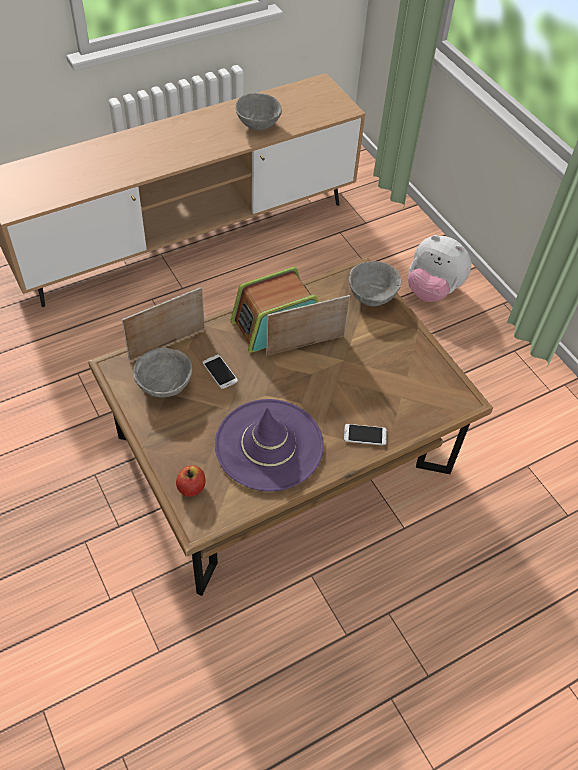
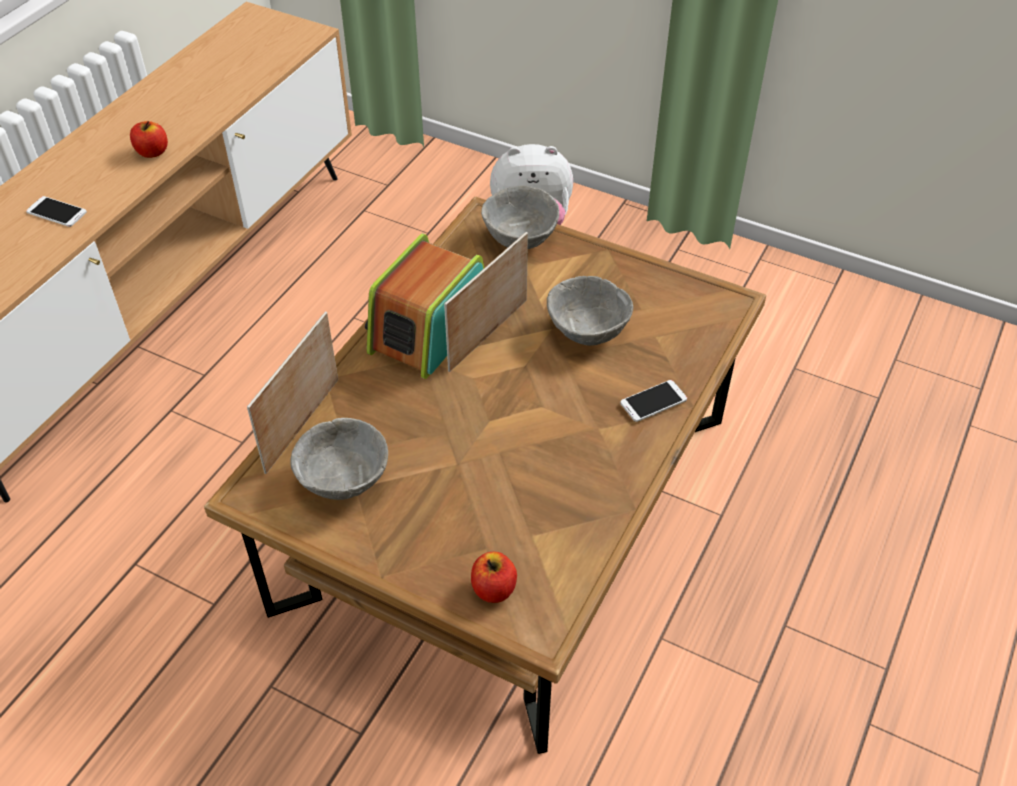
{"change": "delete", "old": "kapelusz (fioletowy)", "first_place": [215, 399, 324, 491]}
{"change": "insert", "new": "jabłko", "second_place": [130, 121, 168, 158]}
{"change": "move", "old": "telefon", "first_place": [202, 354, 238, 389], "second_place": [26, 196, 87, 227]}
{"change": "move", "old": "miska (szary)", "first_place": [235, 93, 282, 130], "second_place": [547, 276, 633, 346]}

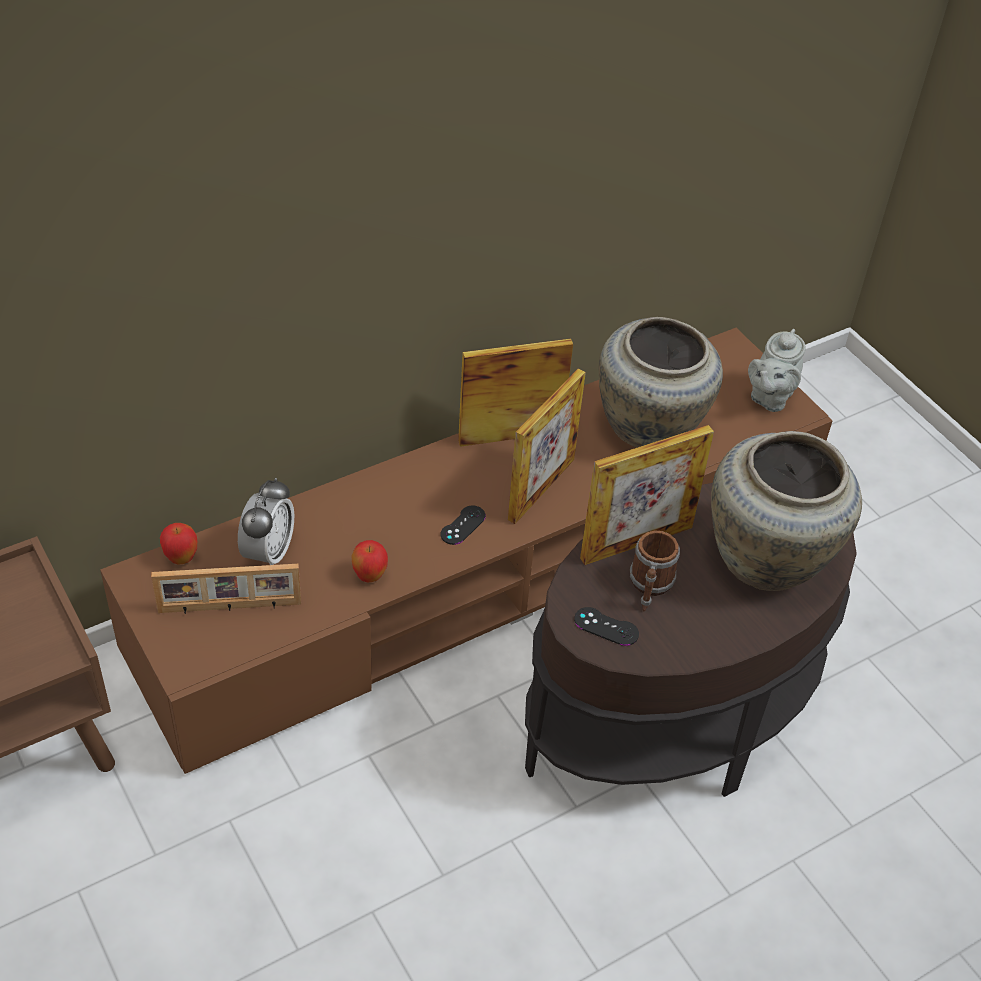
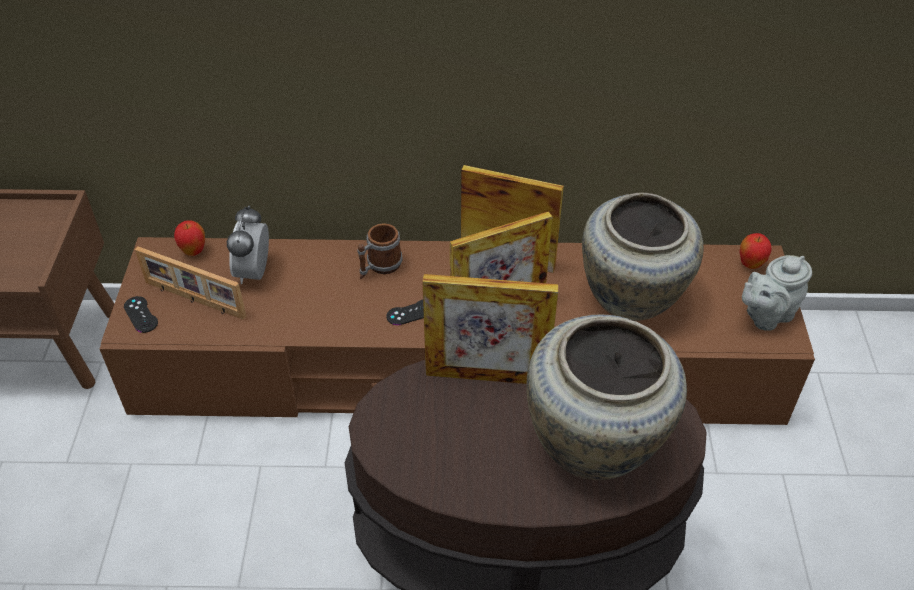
{"change": "move", "old": "jabłko", "first_place": [351, 540, 388, 583], "second_place": [739, 233, 772, 269]}
{"change": "move", "old": "pad do gier (czarny)", "first_place": [574, 607, 639, 646], "second_place": [124, 296, 158, 333]}
{"change": "move", "old": "kubek", "first_place": [630, 531, 680, 612], "second_place": [357, 223, 403, 279]}
{"change": "rotate", "old": "budzik", "first_place": [238, 478, 294, 565], "second_place": [227, 206, 269, 284], "degrees": 135}

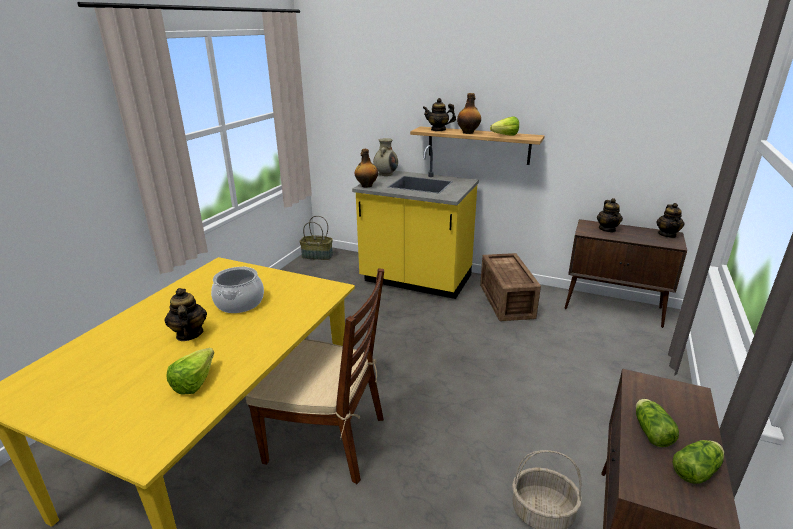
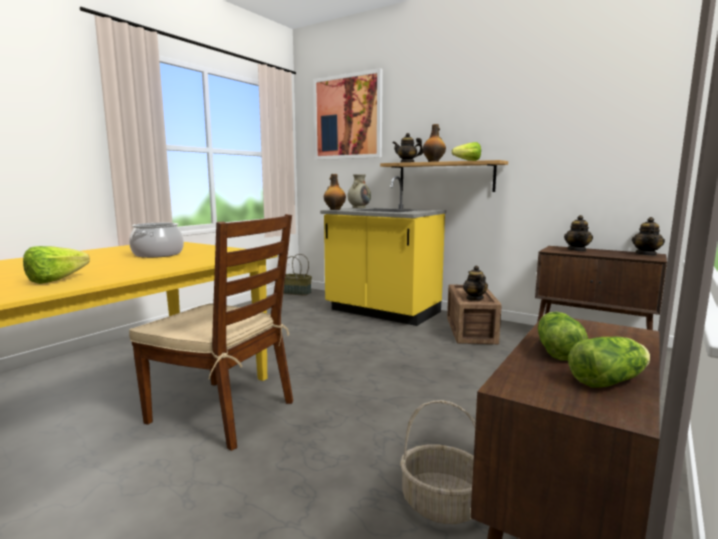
{"change": "insert", "new": "obraz", "second_place": [313, 68, 383, 160]}
{"change": "move", "old": "imbryk", "first_place": [164, 288, 207, 341], "second_place": [463, 266, 488, 301]}

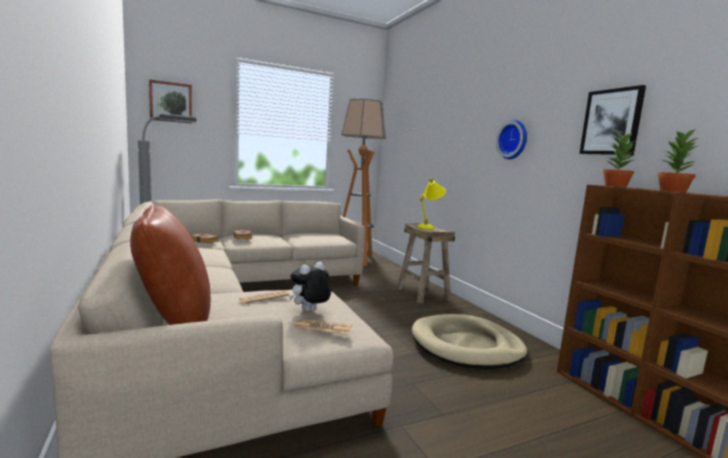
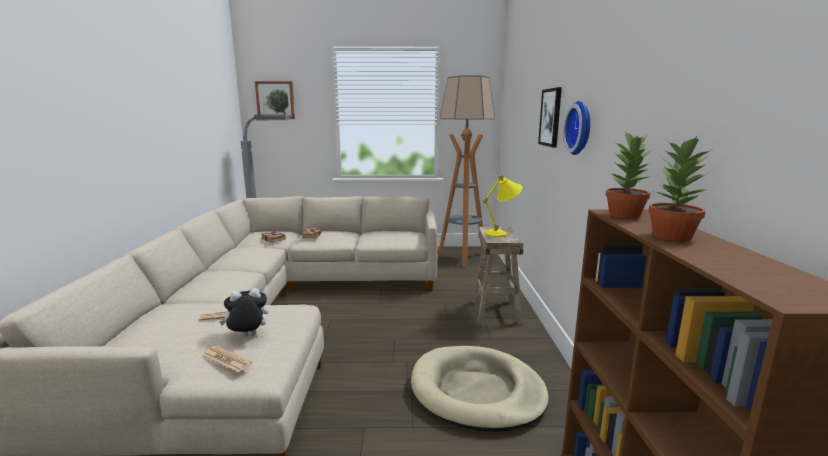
{"change": "delete", "old": "poduszka (brązowy)", "first_place": [130, 205, 211, 325]}
{"change": "move", "old": "obraz", "first_place": [579, 85, 646, 155], "second_place": [538, 87, 562, 147]}

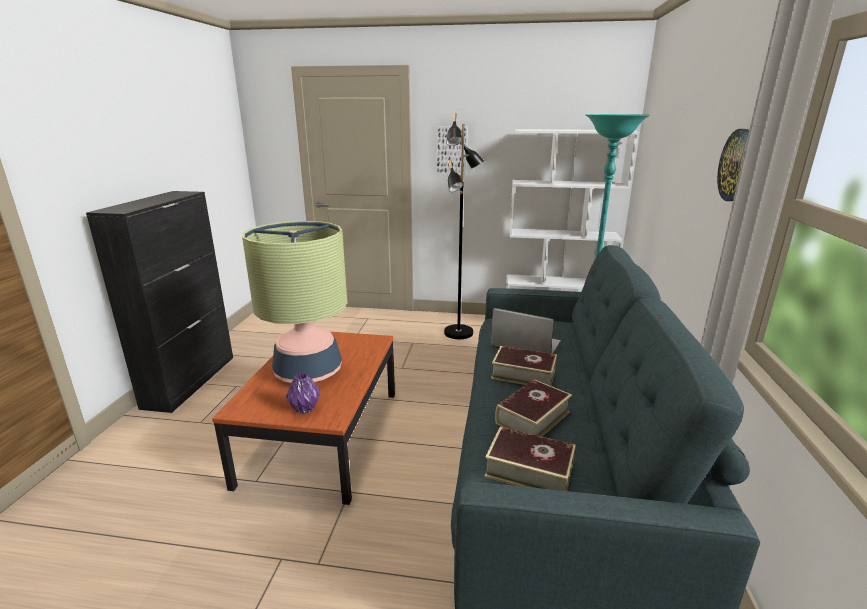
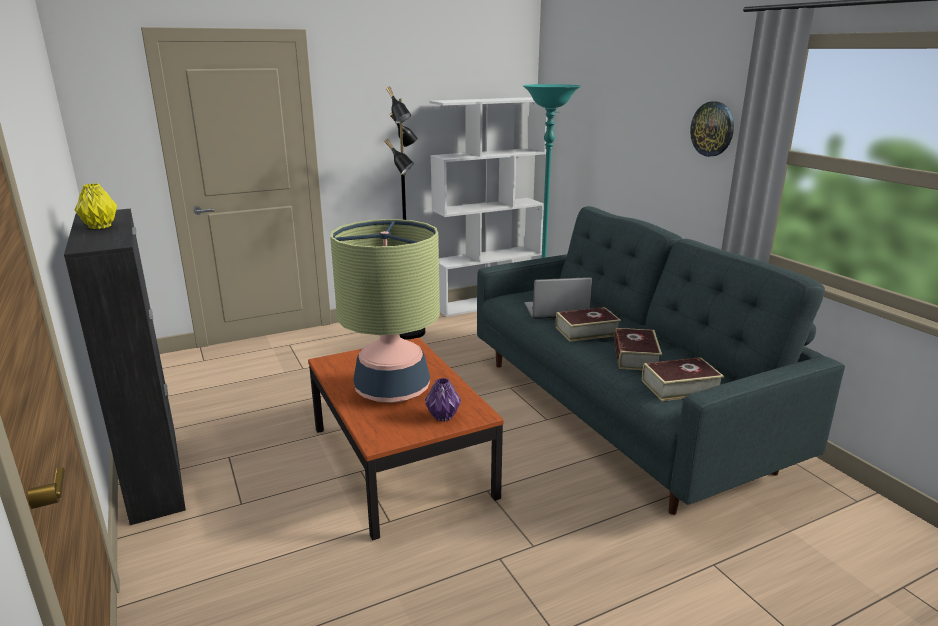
{"change": "delete", "old": "obraz", "first_place": [436, 127, 468, 175]}
{"change": "insert", "new": "wazon (żółty)", "second_place": [75, 183, 117, 229]}

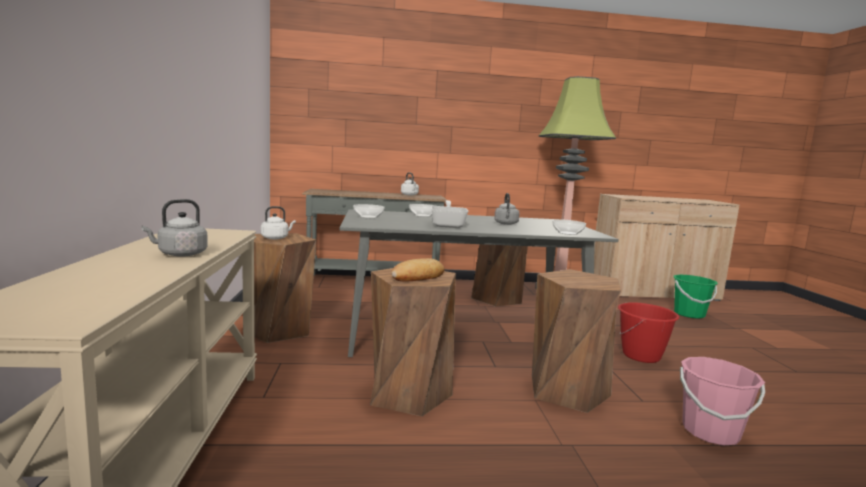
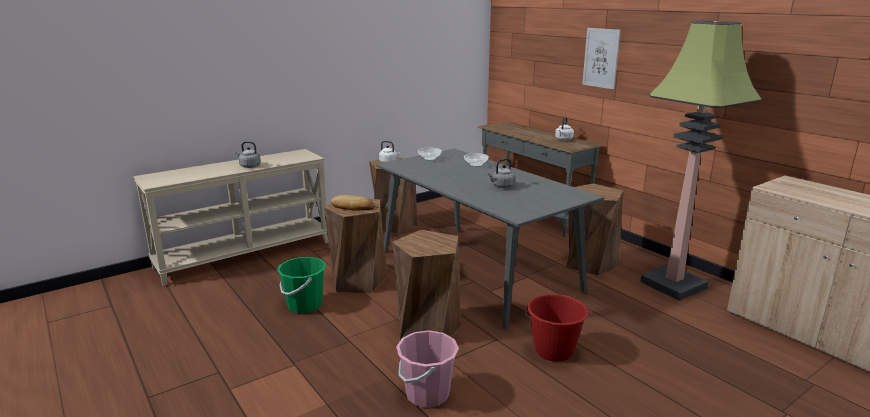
{"change": "delete", "old": "patelnia", "first_place": [431, 200, 469, 228]}
{"change": "delete", "old": "miska", "first_place": [552, 219, 586, 235]}
{"change": "insert", "new": "obraz", "second_place": [582, 28, 621, 89]}
{"change": "move", "old": "wiadro (zielony)", "first_place": [674, 275, 718, 319], "second_place": [277, 257, 326, 314]}

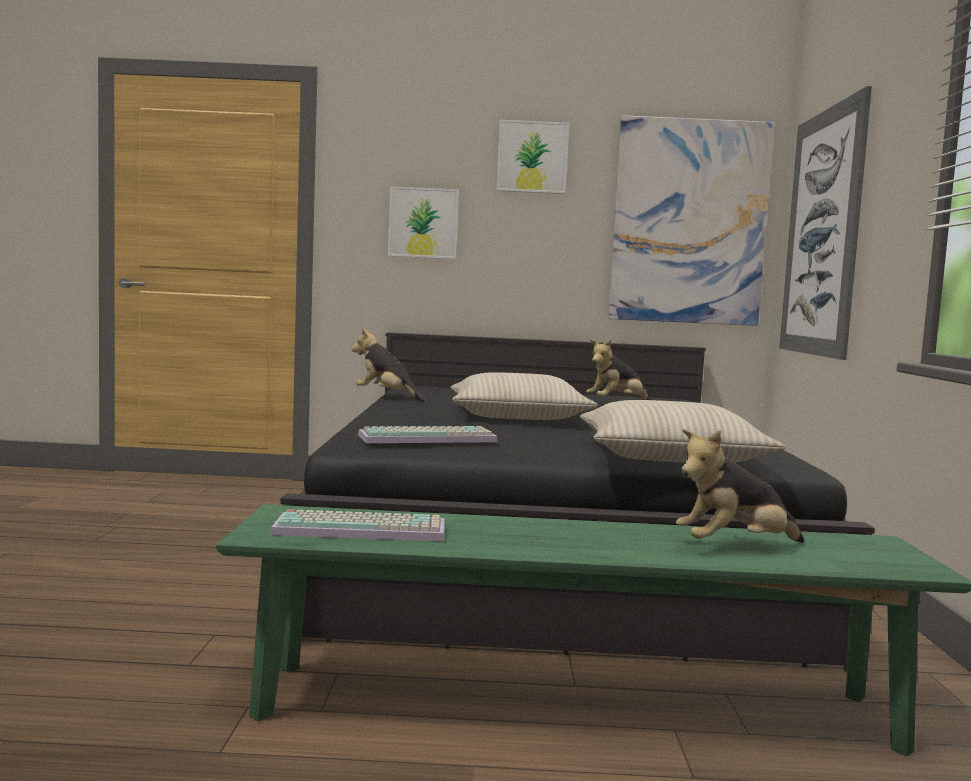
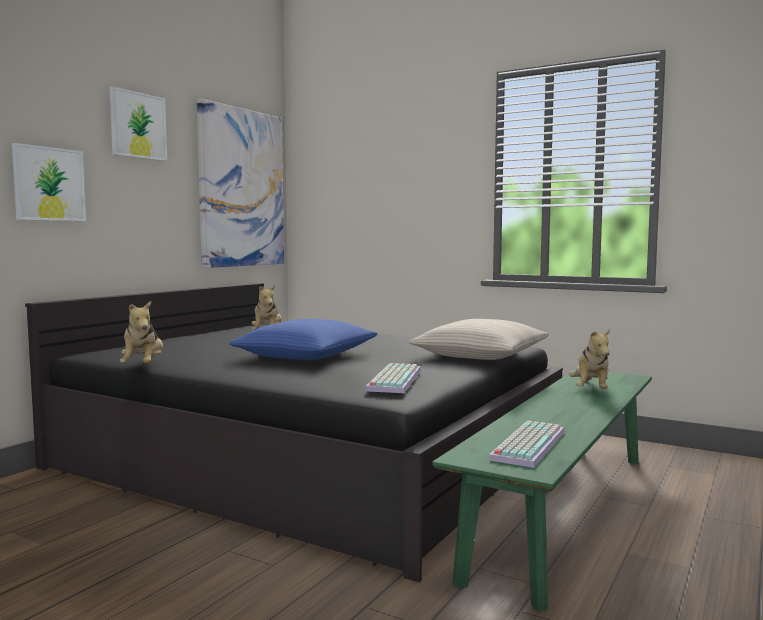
{"change": "delete", "old": "obraz", "first_place": [779, 86, 872, 360]}
{"change": "recolor", "old": "poduszka (beżowy)", "new": "poduszka (niebieski)", "first_place": [451, 372, 598, 420], "second_place": [229, 319, 378, 360]}
{"change": "rotate", "old": "pluszak", "first_place": [351, 328, 426, 402], "second_place": [120, 301, 163, 363], "degrees": -75}

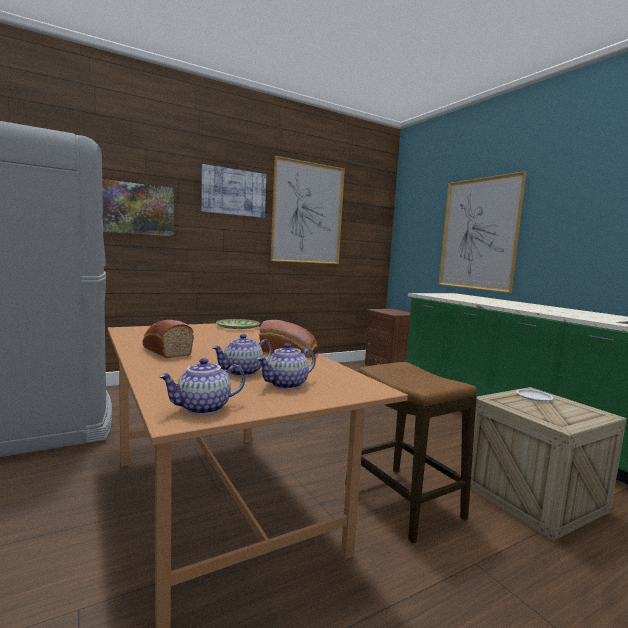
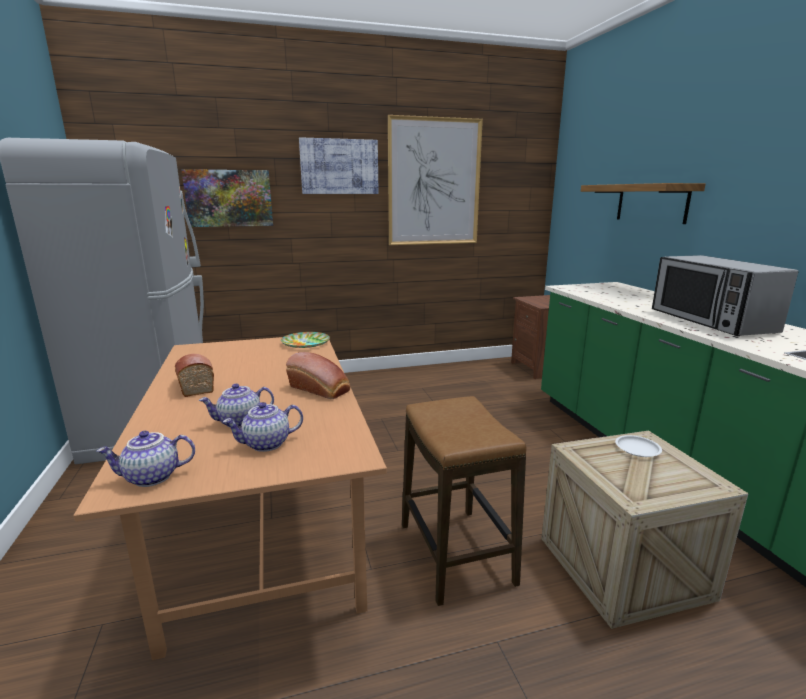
{"change": "insert", "new": "mikrofalówka", "second_place": [652, 255, 798, 336]}
{"change": "replace", "old": "obraz", "new": "półka", "first_place": [438, 171, 527, 293], "second_place": [581, 183, 706, 224]}

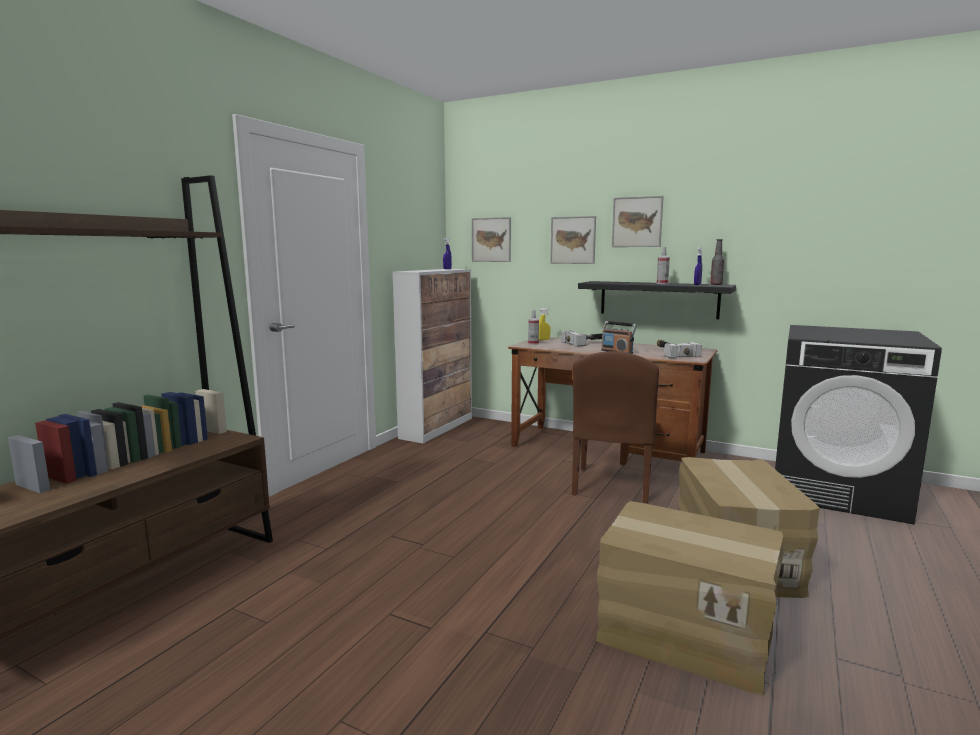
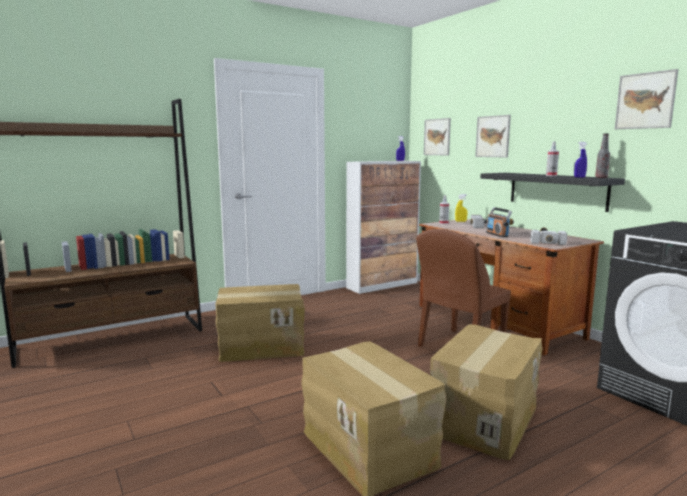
{"change": "insert", "new": "karton", "second_place": [216, 284, 305, 362]}
{"change": "move", "old": "obraz", "first_place": [612, 196, 664, 247], "second_place": [615, 69, 678, 129]}

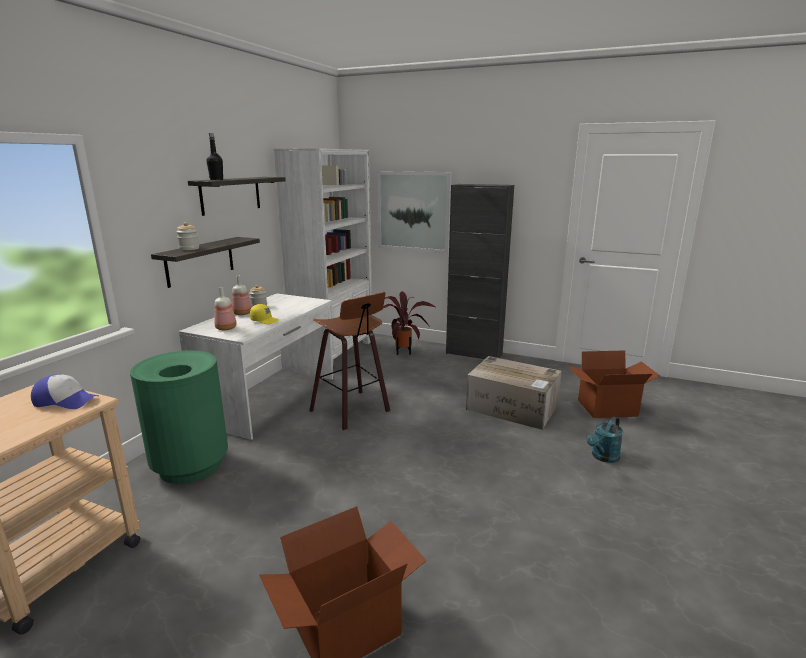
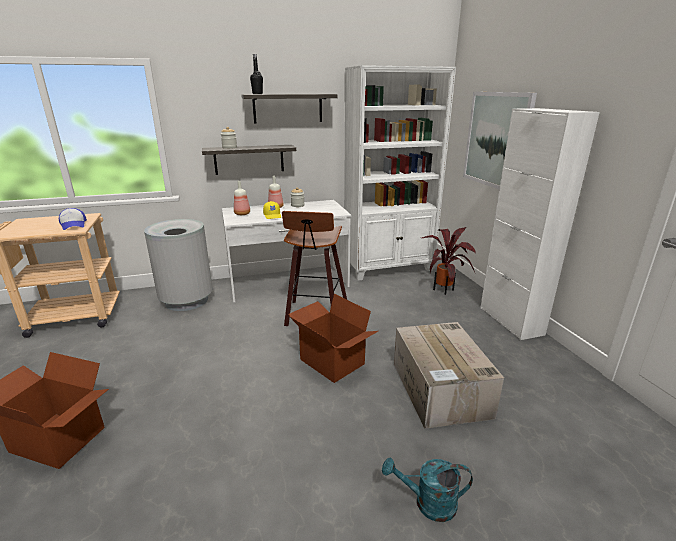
{"change": "move", "old": "karton", "first_place": [567, 350, 660, 418], "second_place": [288, 294, 378, 383]}
{"change": "recolor", "old": "kosz na śmieci (zielony)", "new": "kosz na śmieci (szary)", "first_place": [130, 350, 228, 484], "second_place": [144, 219, 213, 311]}
{"change": "recolor", "old": "szafka (czarny)", "new": "szafka (biały)", "first_place": [446, 184, 514, 359], "second_place": [480, 108, 600, 340]}

